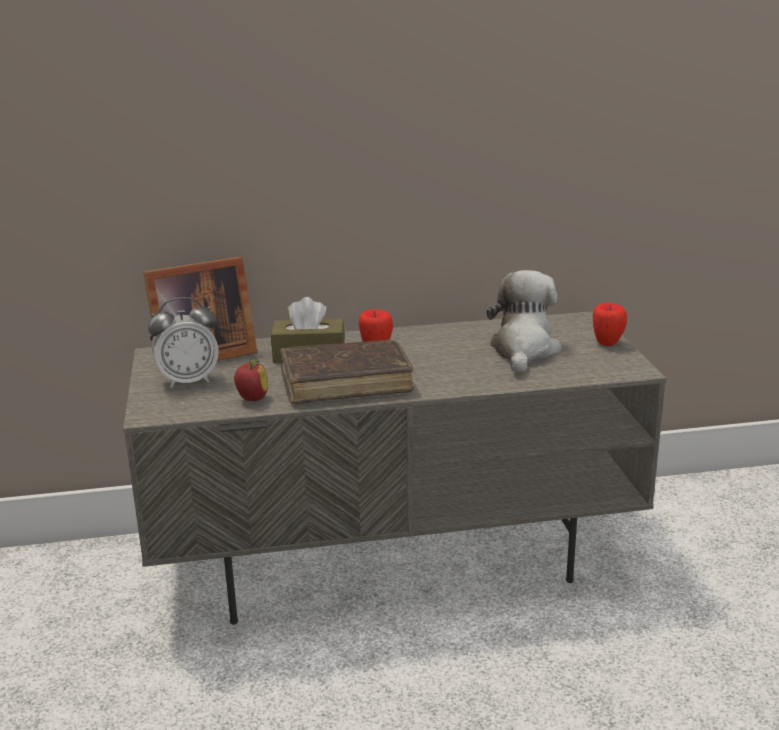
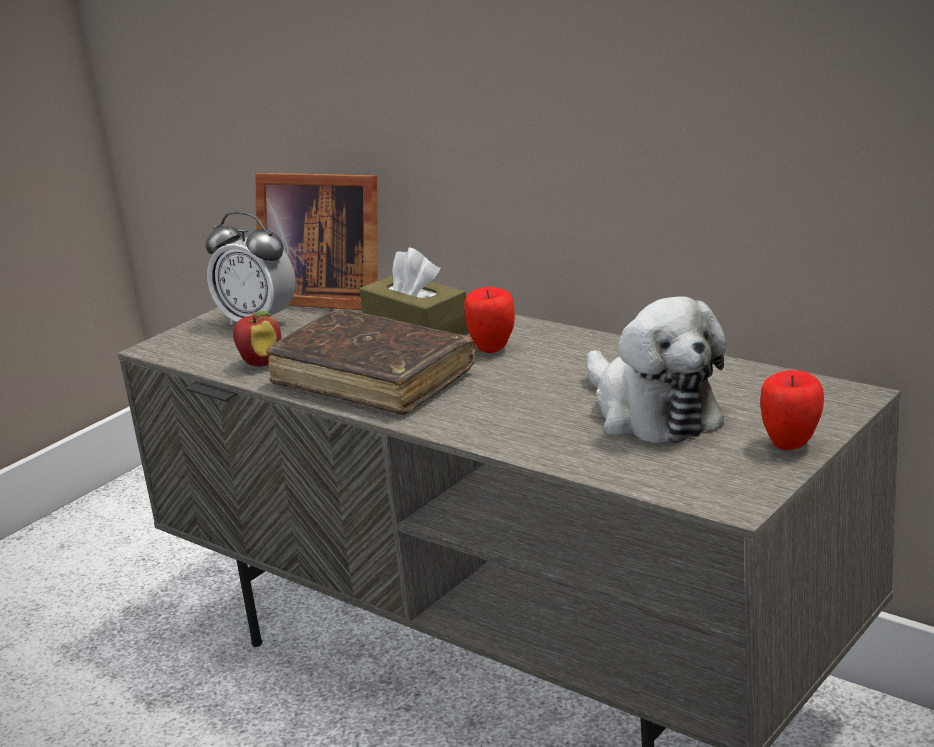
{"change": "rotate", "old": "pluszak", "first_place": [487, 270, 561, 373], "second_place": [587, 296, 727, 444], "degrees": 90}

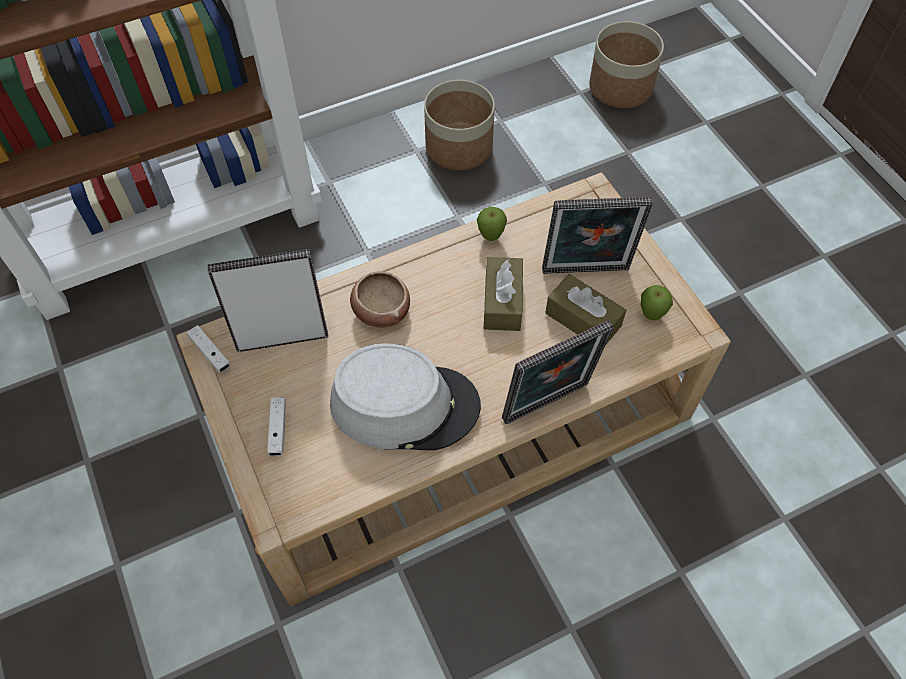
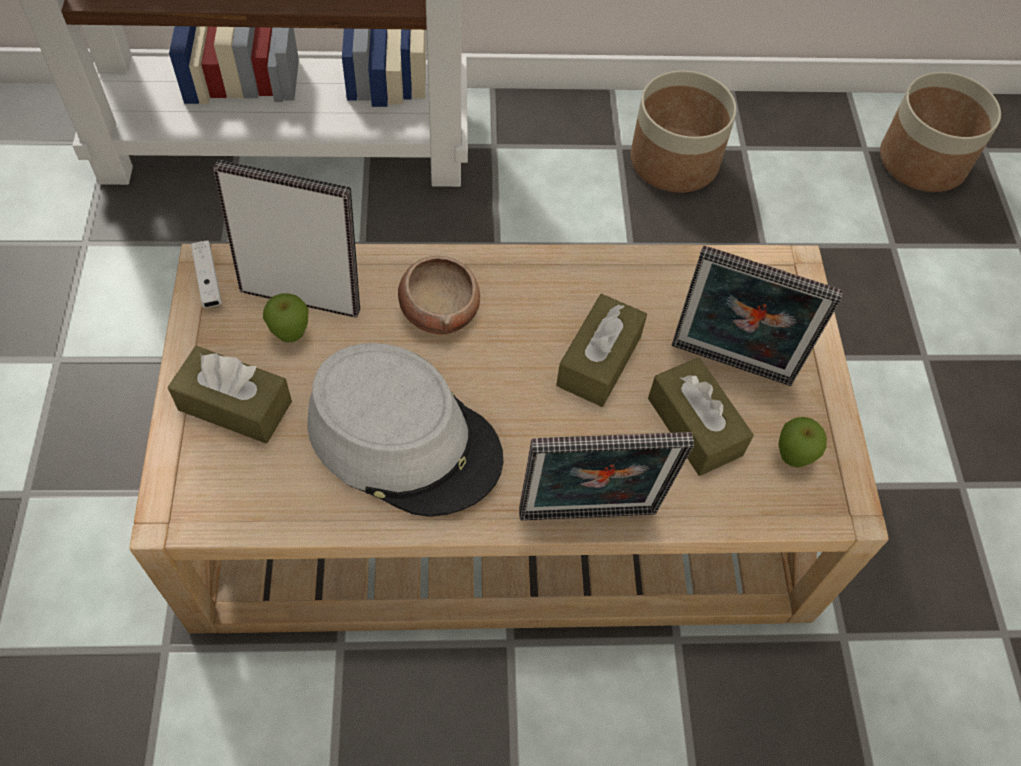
{"change": "move", "old": "jabłko", "first_place": [477, 207, 507, 241], "second_place": [263, 293, 308, 342]}
{"change": "replace", "old": "pad do gier (biały)", "new": "pudełko chusteczek (brązowy)", "first_place": [267, 397, 286, 456], "second_place": [168, 346, 292, 443]}

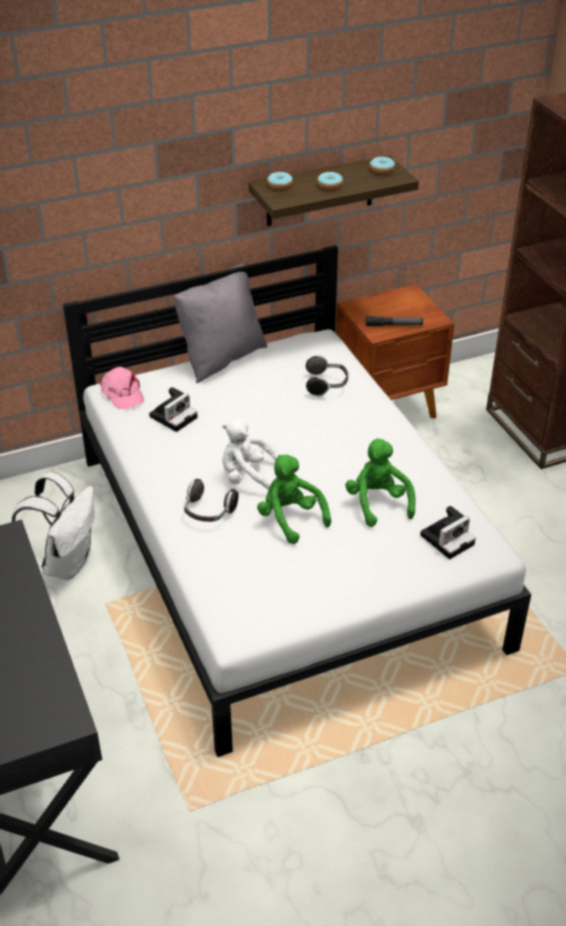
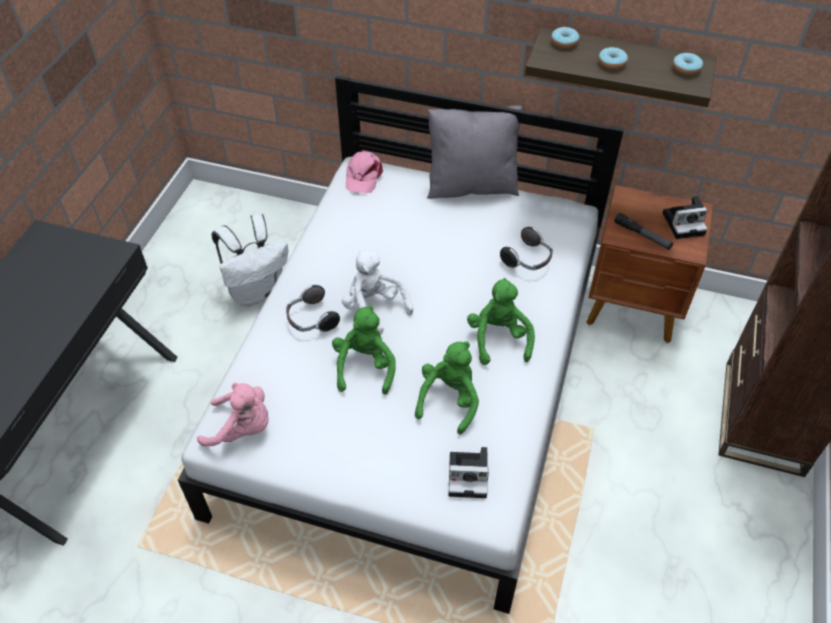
{"change": "insert", "new": "pluszak (różowy)", "second_place": [197, 382, 269, 446]}
{"change": "insert", "new": "pluszak (zielony)", "second_place": [467, 278, 535, 365]}
{"change": "move", "old": "aparat fotograficzny", "first_place": [149, 387, 198, 432], "second_place": [663, 196, 708, 239]}

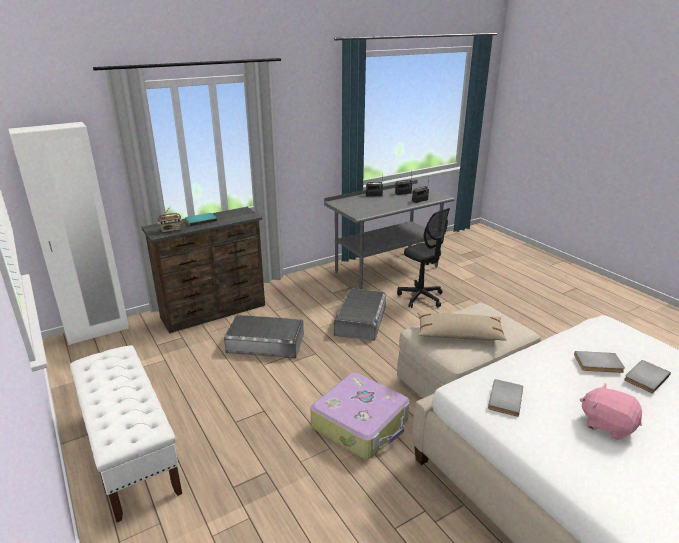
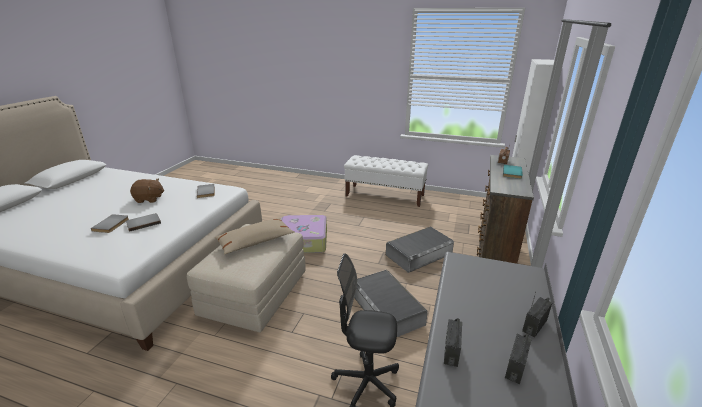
{"change": "recolor", "old": "pluszak (różowy)", "new": "pluszak (brązowy)", "first_place": [580, 383, 642, 440], "second_place": [130, 178, 164, 203]}

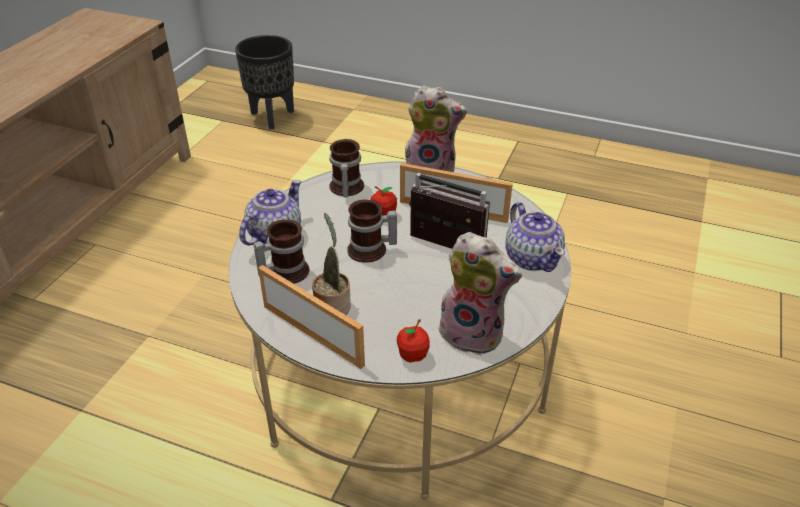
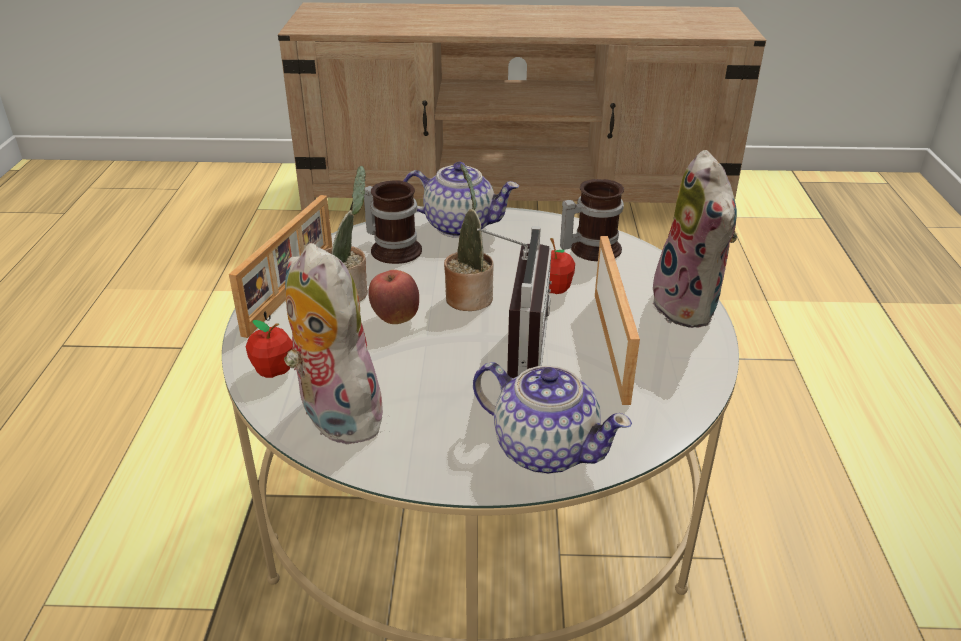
{"change": "delete", "old": "donica (czarny)", "first_place": [235, 35, 294, 129]}
{"change": "insert", "new": "jabłko", "second_place": [368, 270, 419, 324]}
{"change": "replace", "old": "kubek", "new": "roślina doniczkowa", "first_place": [347, 199, 397, 263], "second_place": [444, 164, 494, 311]}
{"change": "rotate", "old": "pluszak", "first_place": [436, 232, 522, 356], "second_place": [284, 243, 390, 444], "degrees": 135}
{"change": "rotate", "old": "imbryk", "first_place": [505, 202, 565, 272], "second_place": [473, 362, 632, 474], "degrees": -105}

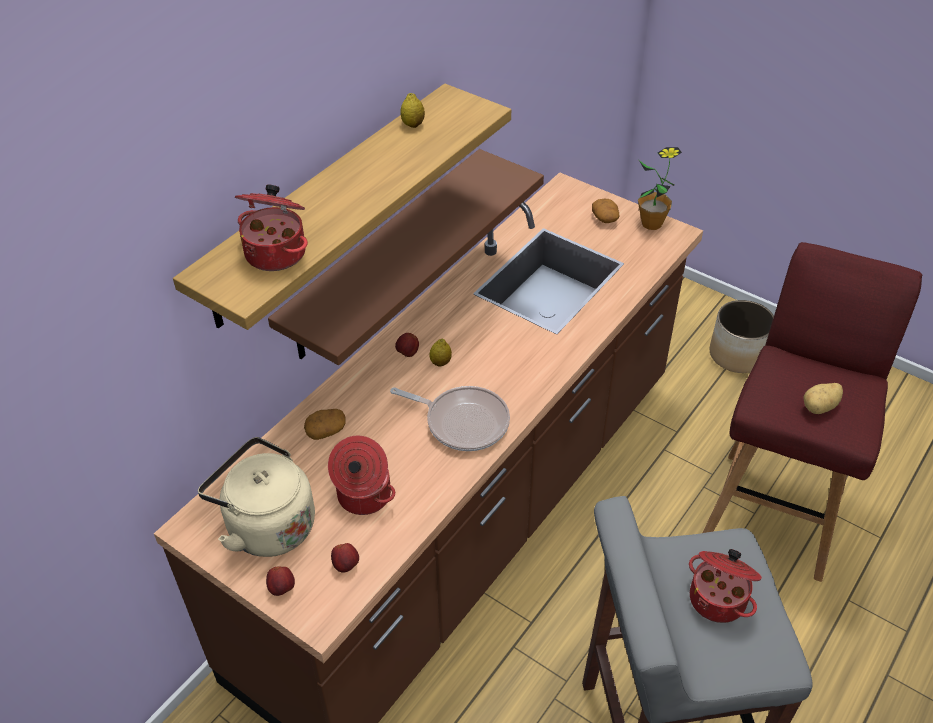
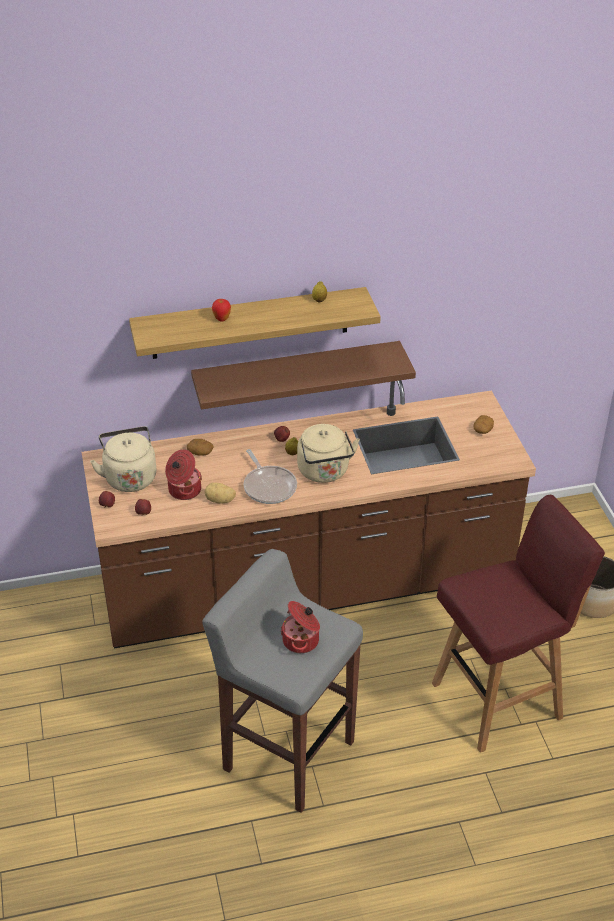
{"change": "delete", "old": "garnek", "first_place": [235, 184, 308, 271]}
{"change": "delete", "old": "roślina doniczkowa", "first_place": [638, 147, 682, 230]}
{"change": "insert", "new": "jabłko", "second_place": [212, 299, 231, 322]}
{"change": "insert", "new": "czajnik (beżowy)", "second_place": [297, 424, 360, 483]}
{"change": "move", "old": "ziemniak", "first_place": [803, 383, 843, 414], "second_place": [204, 482, 236, 504]}

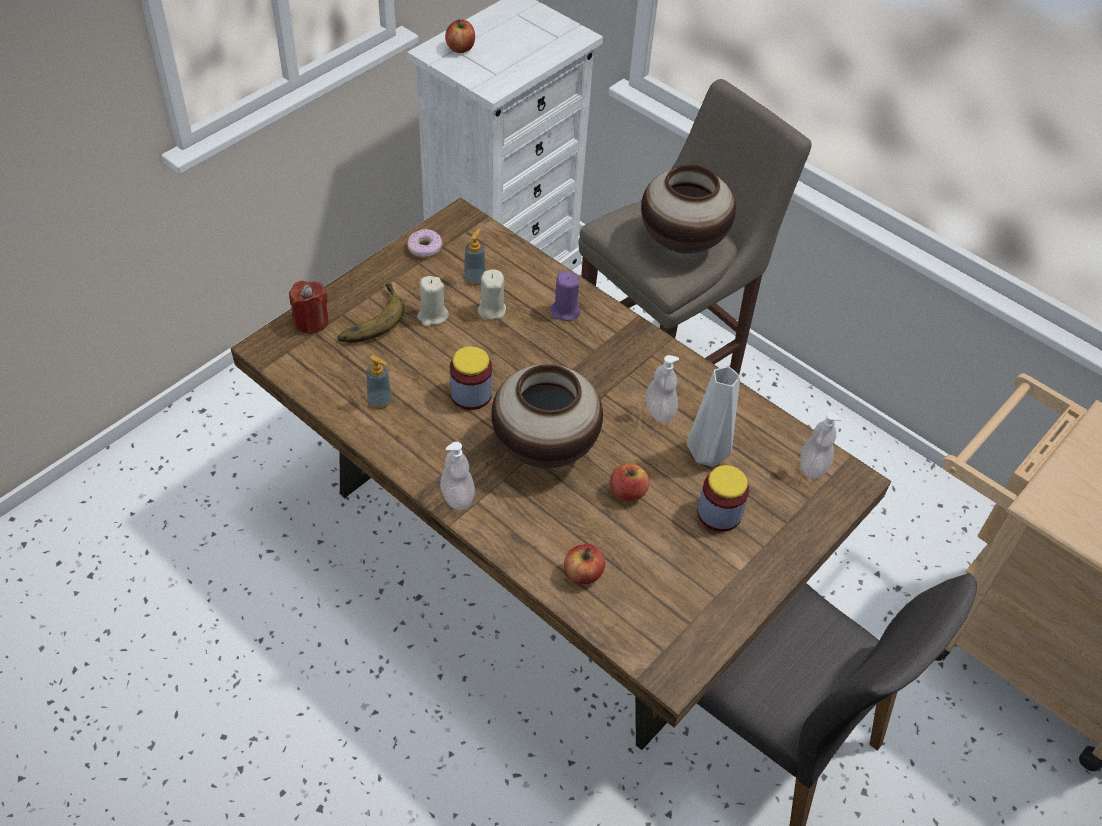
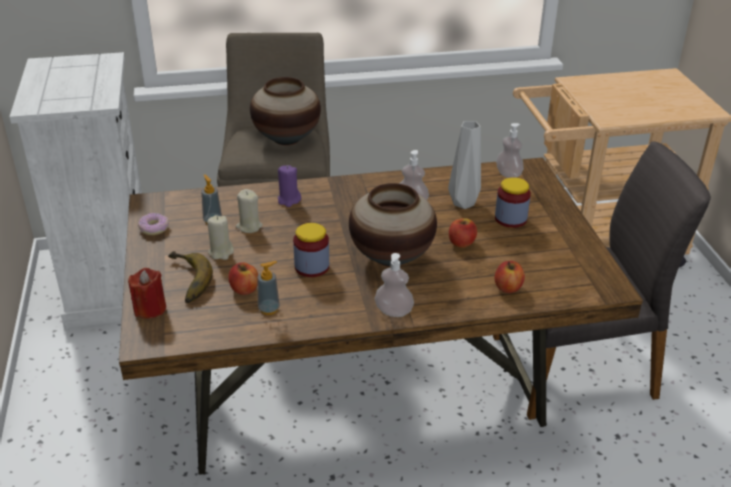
{"change": "move", "old": "jabłko", "first_place": [445, 19, 475, 53], "second_place": [228, 262, 258, 295]}

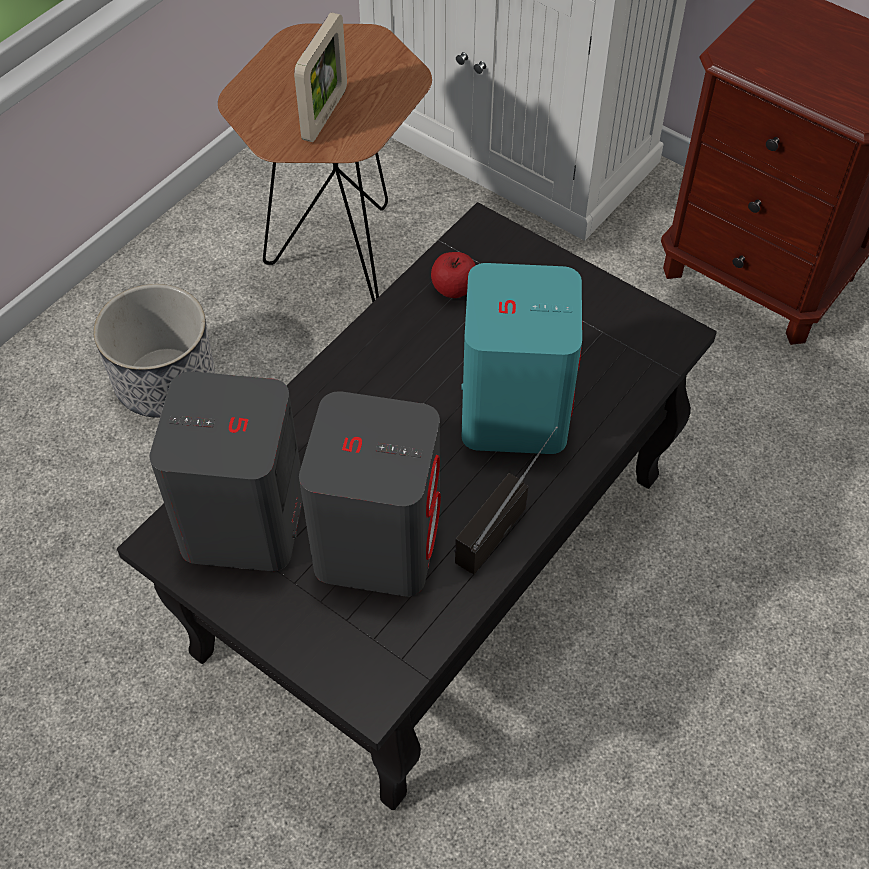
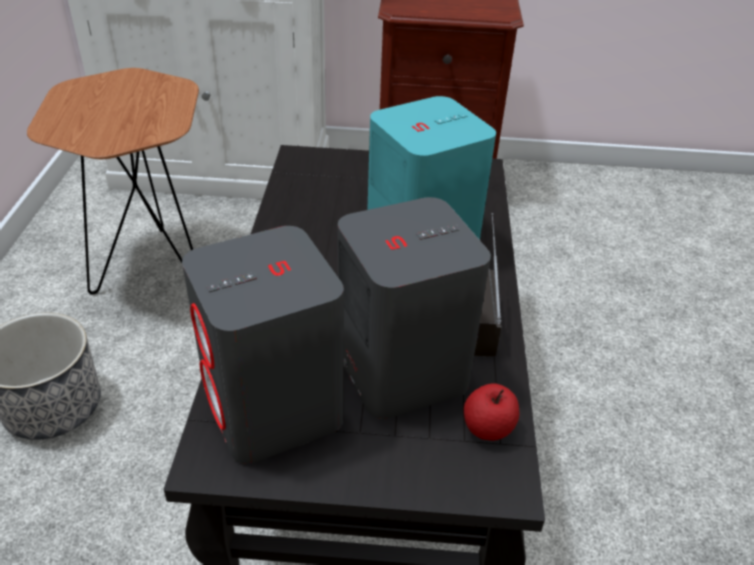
{"change": "delete", "old": "ramka na zdjęcie", "first_place": [294, 12, 347, 142]}
{"change": "move", "old": "jabłko", "first_place": [431, 252, 475, 298], "second_place": [464, 383, 519, 441]}

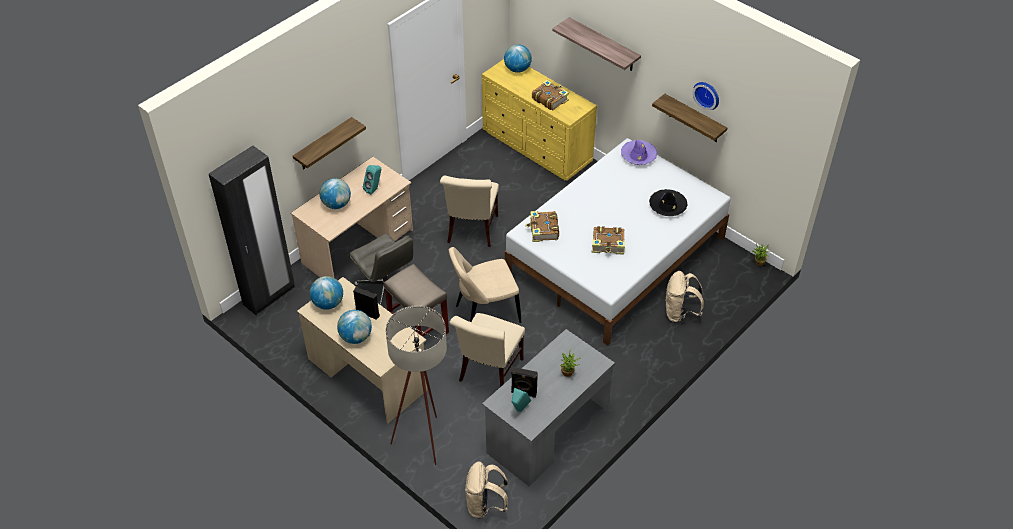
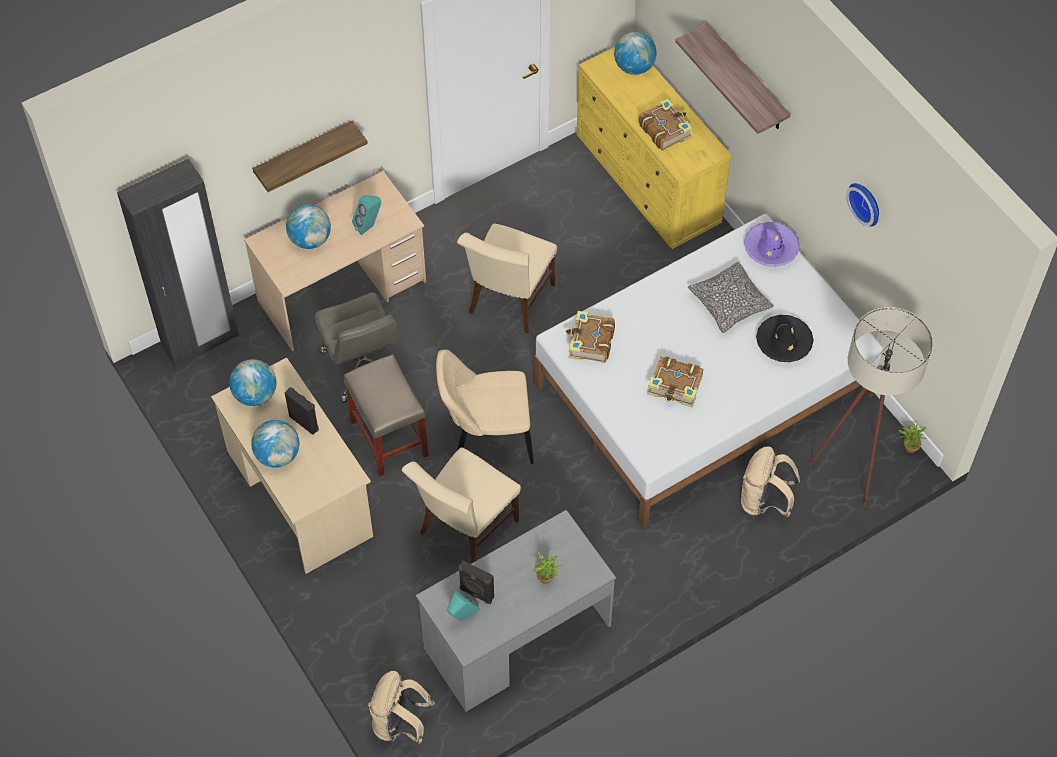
{"change": "delete", "old": "półka", "first_place": [652, 94, 727, 142]}
{"change": "insert", "new": "poduszka", "second_place": [688, 262, 774, 333]}
{"change": "move", "old": "lampa stojąca (beżowy)", "first_place": [386, 306, 447, 465], "second_place": [809, 307, 933, 507]}

